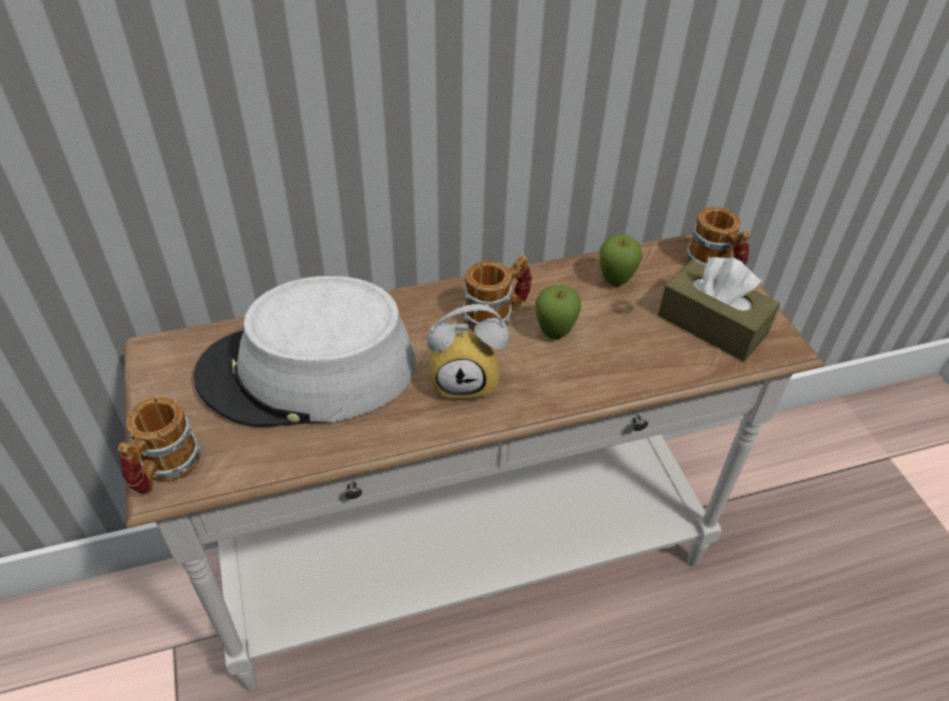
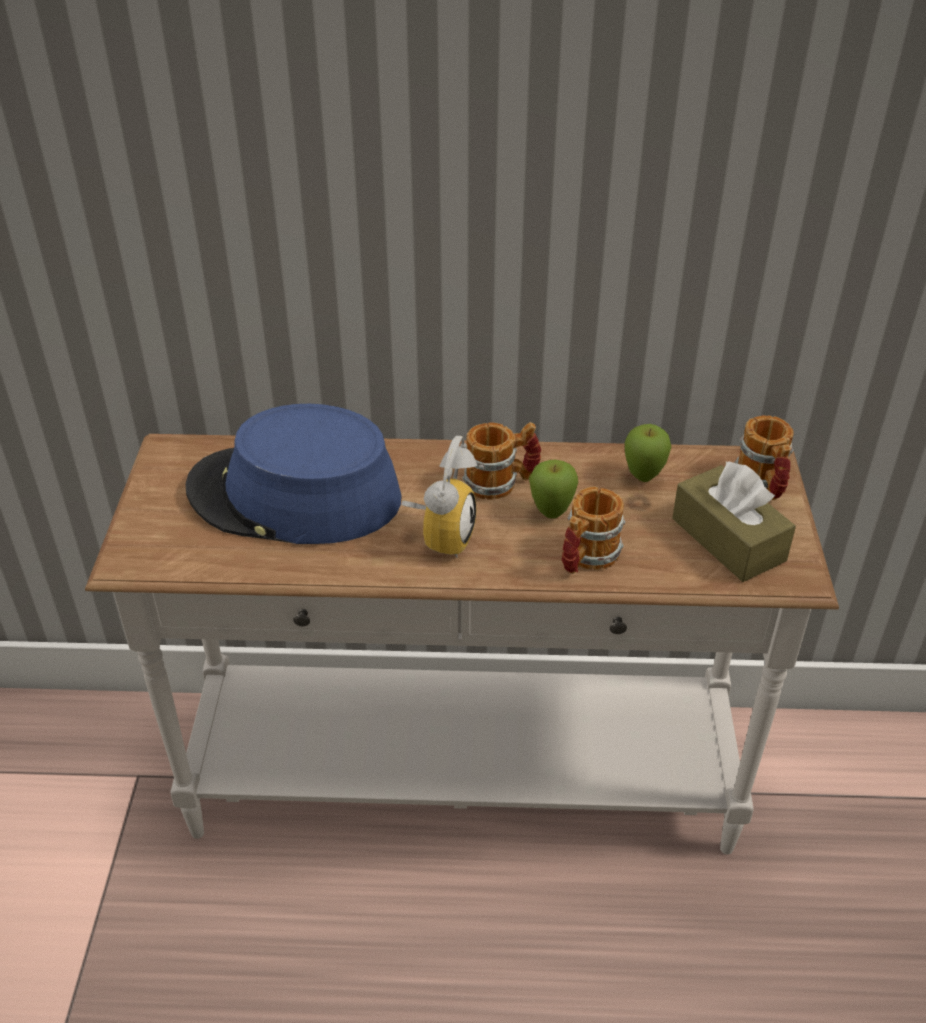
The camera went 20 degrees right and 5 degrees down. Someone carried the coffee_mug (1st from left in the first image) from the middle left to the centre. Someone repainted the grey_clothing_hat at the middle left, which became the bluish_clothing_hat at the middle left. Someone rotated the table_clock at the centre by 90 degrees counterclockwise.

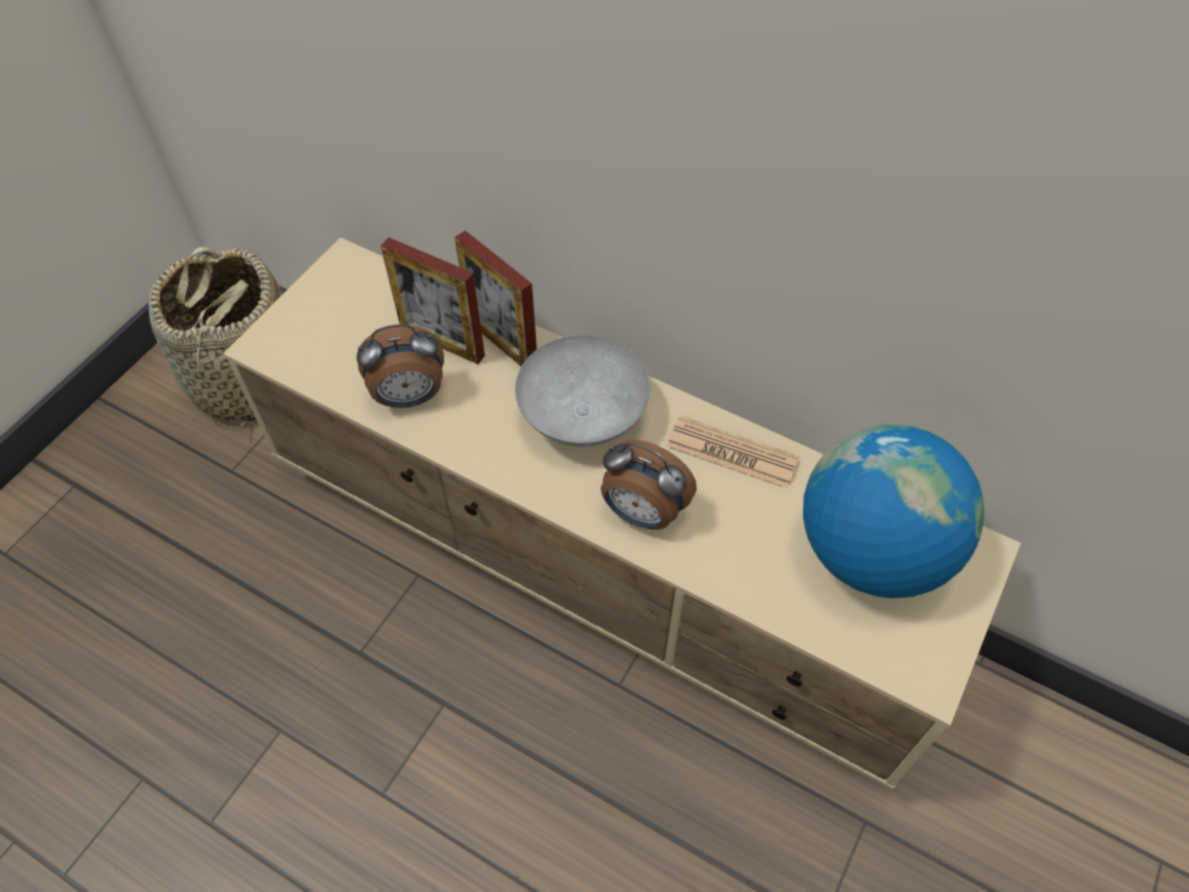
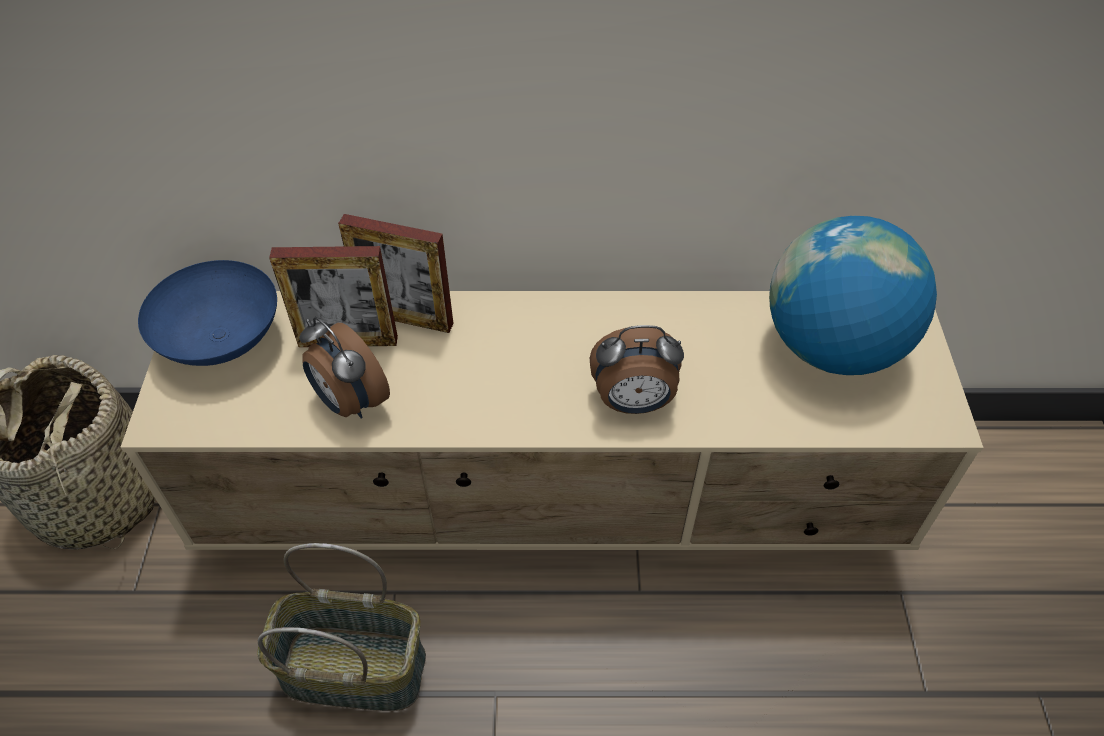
The camera went 30 degrees left and 5 degrees down. Someone took away the grey_deep_dish at the centre. Someone took away the printed_paper at the centre. Someone put down the bluish_deep_dish at the middle left. Someone put down the storage_basket (2nd from left) at the bottom left. Someone rotated the table_clock (1st from left) at the centre by 90 degrees clockwise.

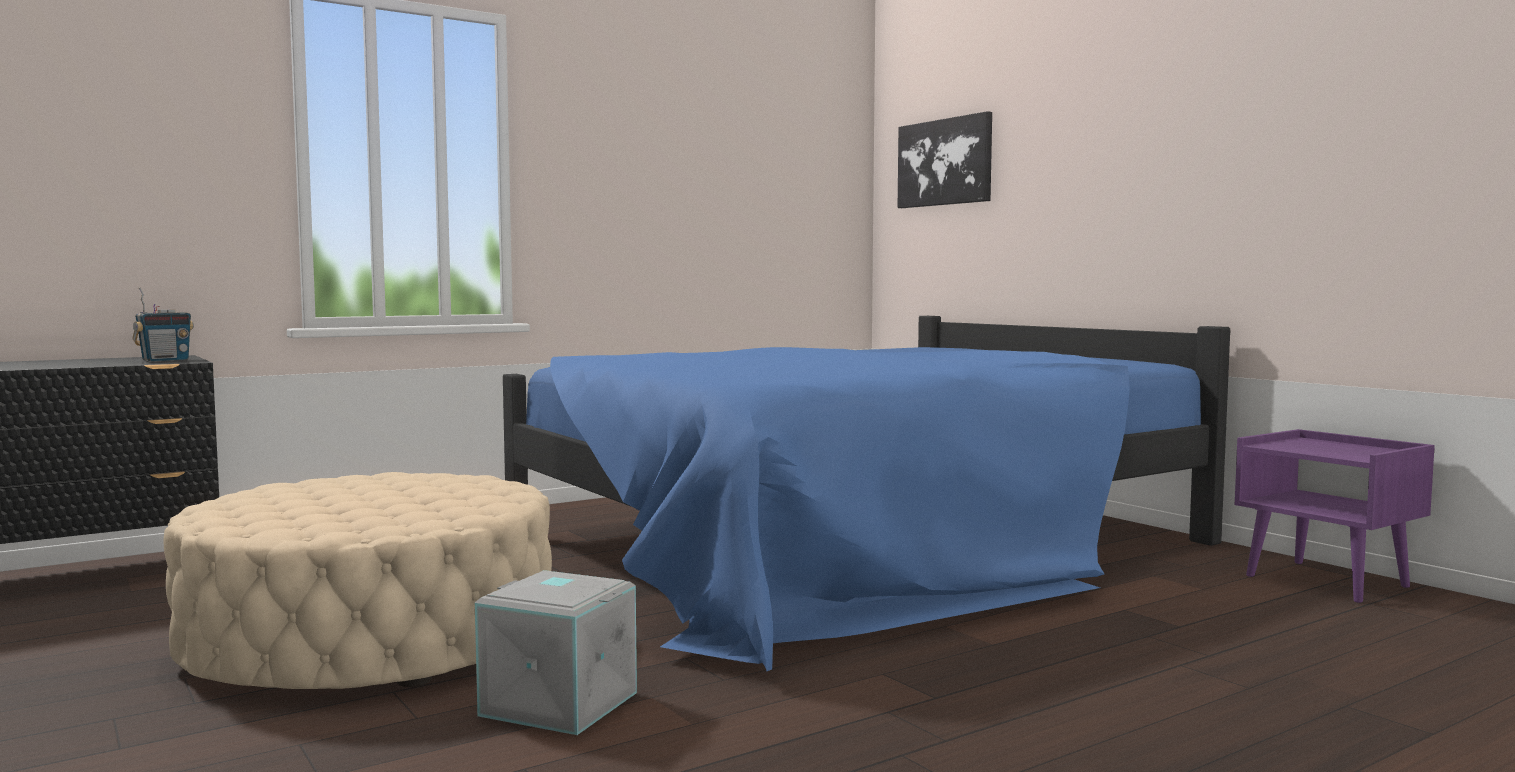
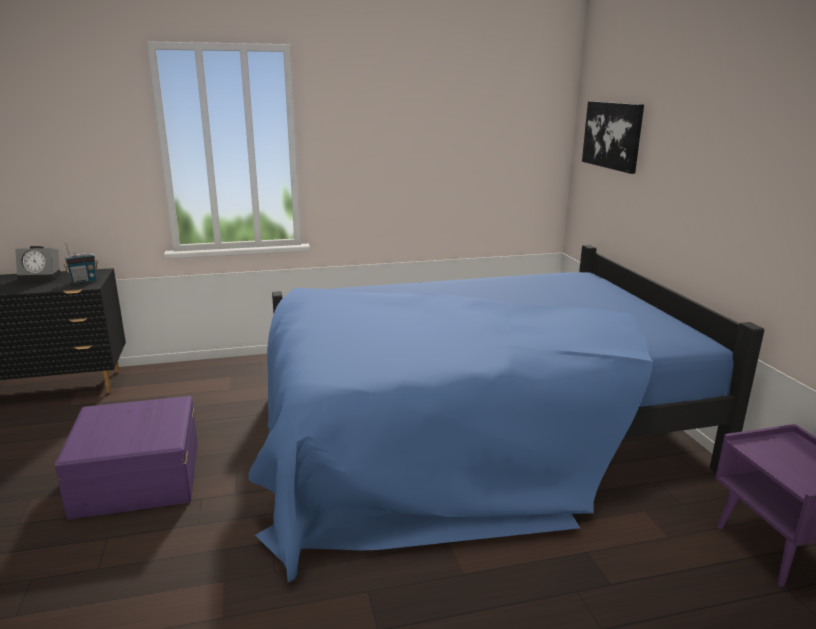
The camera went 20 degrees right and 15 degrees up. Someone took away the grey_storage_box at the bottom centre. Someone put down the table_clock at the middle left. Someone swapped the beige-coloured_ottoman at the bottom left for the purple_storage_box at the bottom left.

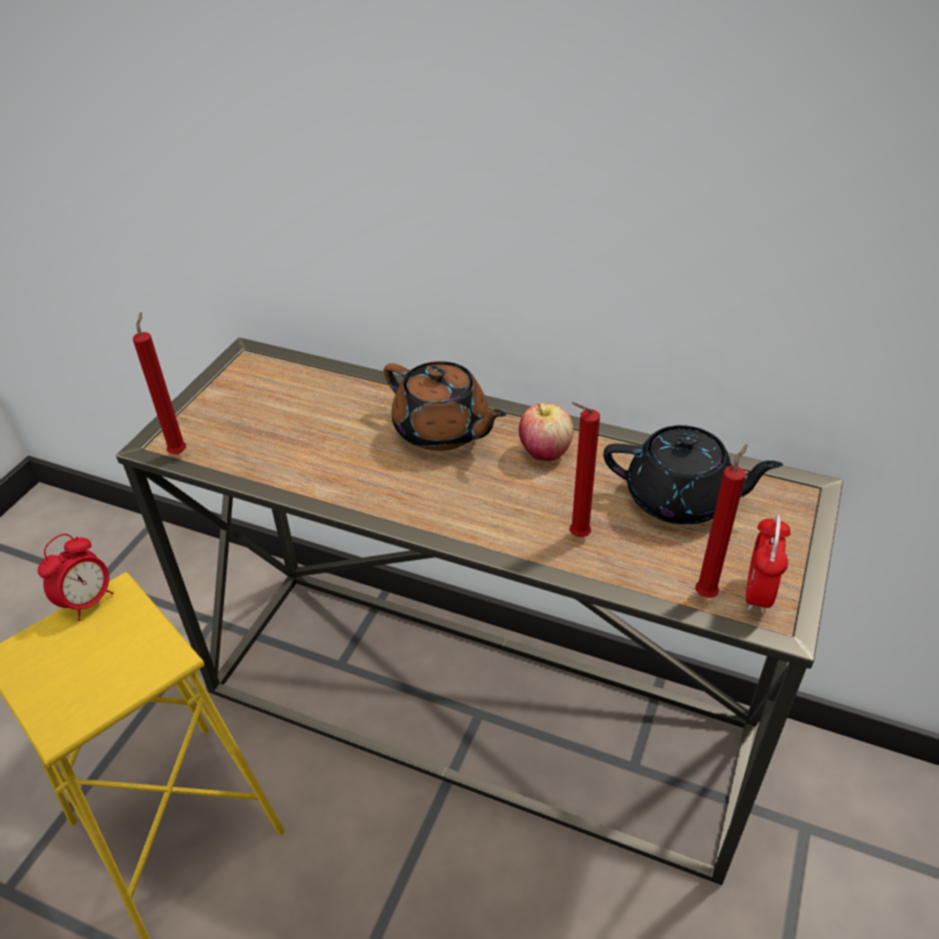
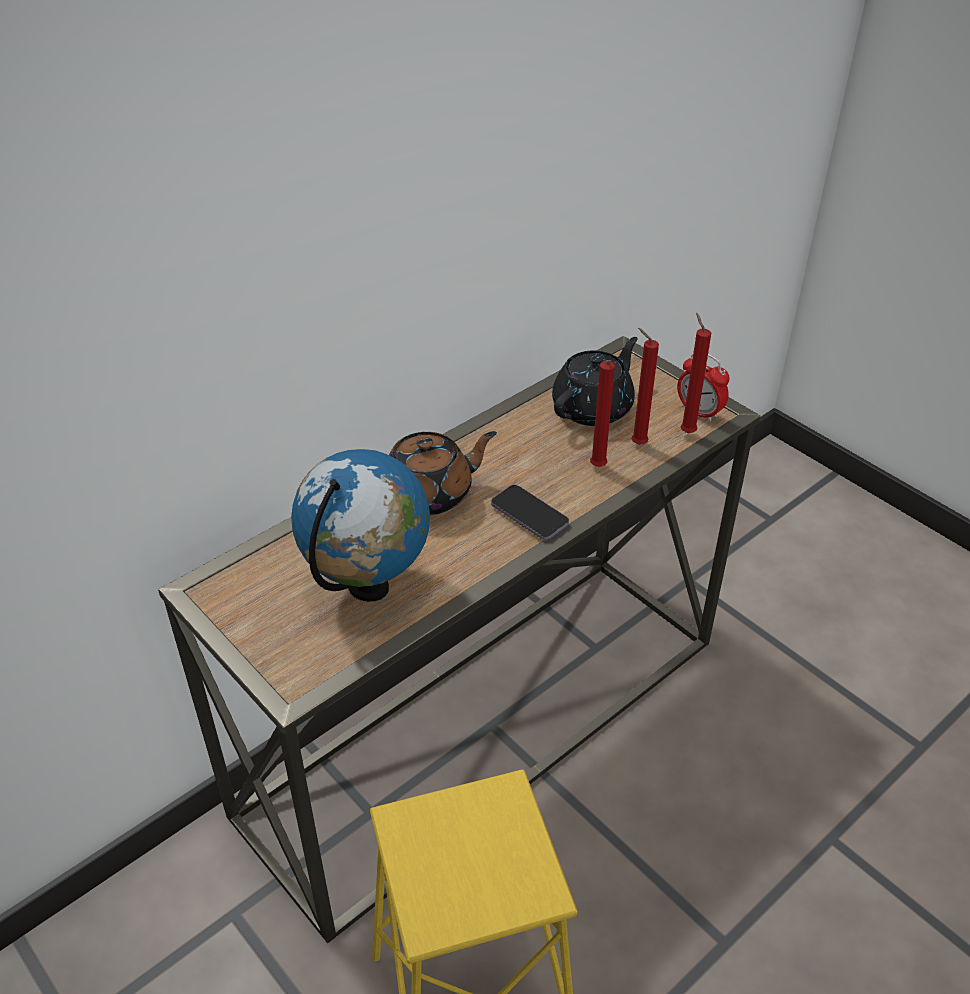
The camera went 65 degrees left and 0 degrees up. Someone took away the table_clock (1st from left) at the middle left. Someone took away the apple_fruit at the centre. Someone put down the globe at the centre. Someone put down the handset at the centre. Someone carried the red-coloured_wax_light (1st from left in the first image) from the middle left to the centre.

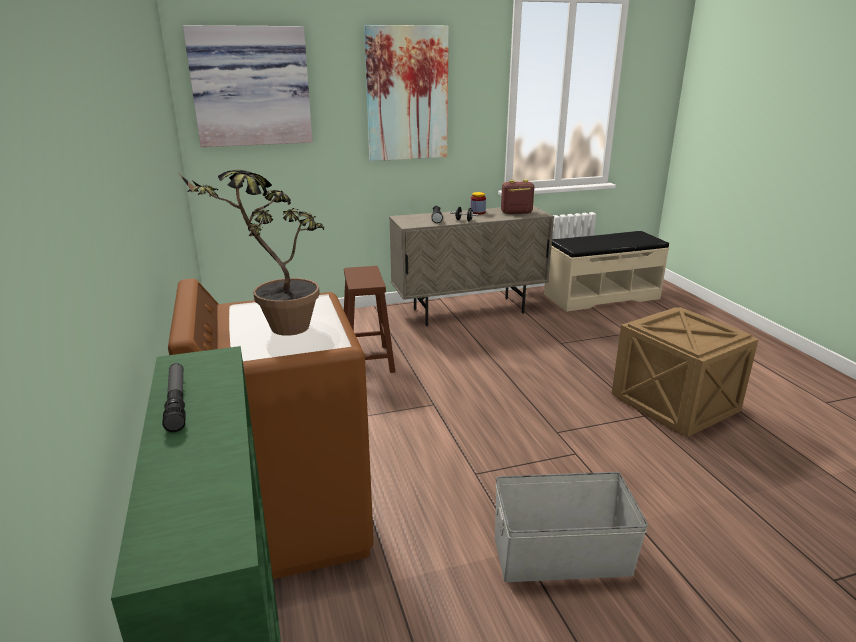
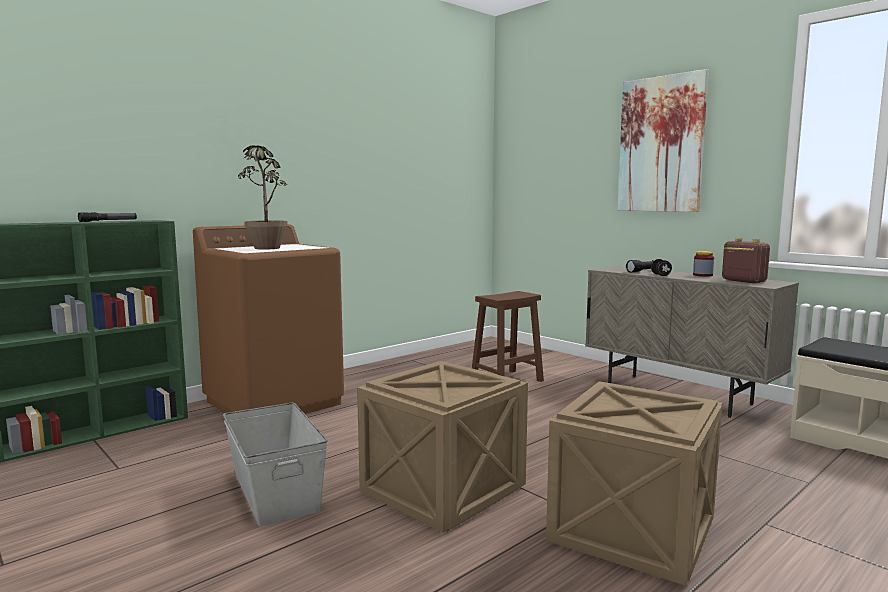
The camera went 65 degrees right and 15 degrees down. Someone took away the picture (1st from left) at the top left. Someone put down the packing_crate (1st from left) at the bottom centre.

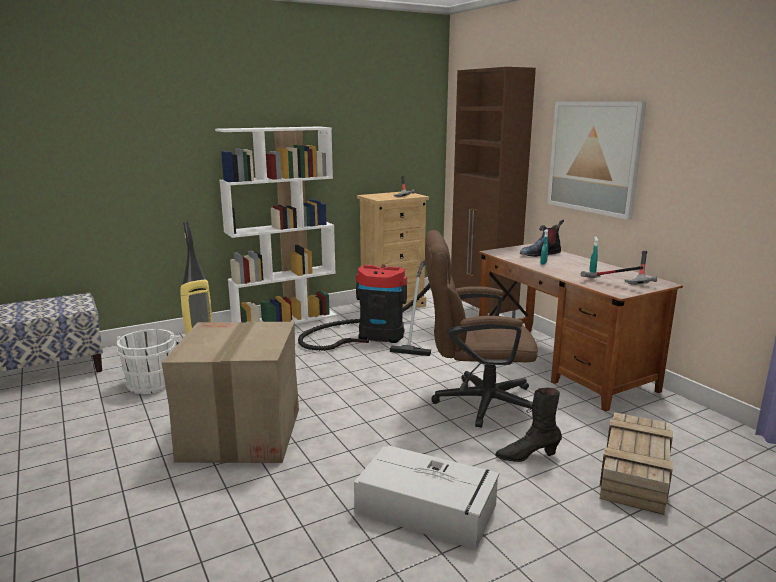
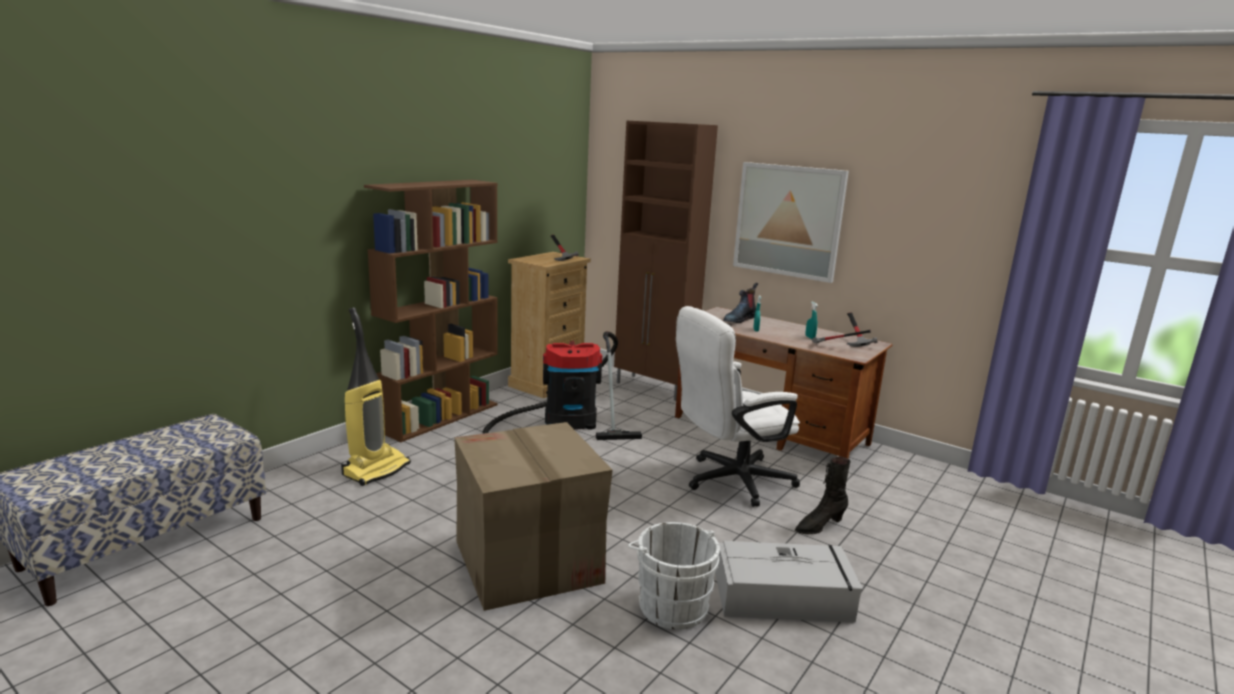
The camera went 25 degrees left and 0 degrees up. Someone took away the packing_crate at the bottom right. Someone carried the whitish_pail from the middle left to the bottom centre. Someone repainted the whitish_shelving_unit at the centre, which became the brown-coloured_shelving_unit at the centre. Someone repainted the brown-coloured_desk_chair at the centre, which became the whitish_desk_chair at the centre.

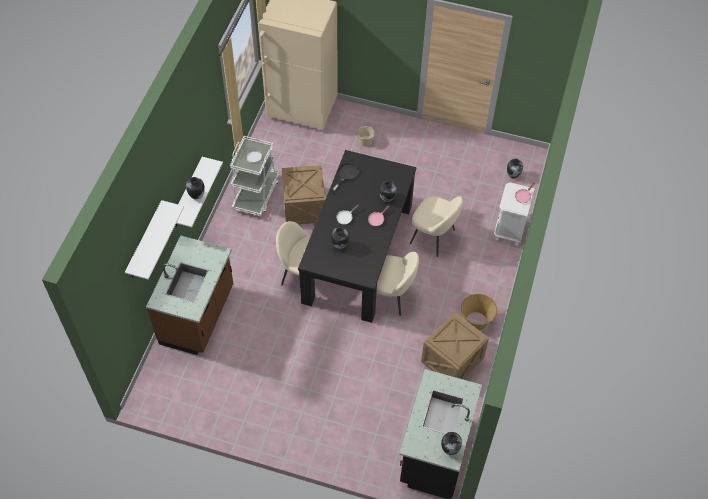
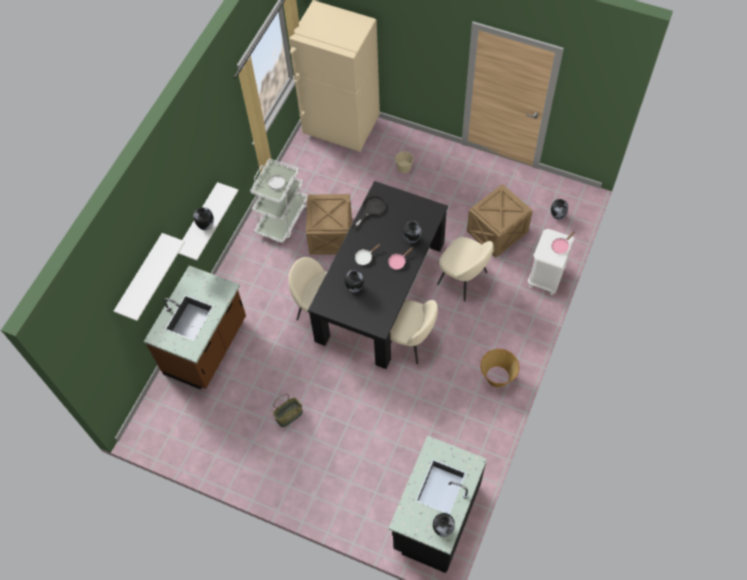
The camera went 10 degrees right and 5 degrees up. Someone put down the storage_basket (1st from left) at the bottom centre. Someone carried the packing_crate (2nd from left) from the bottom centre to the middle right.

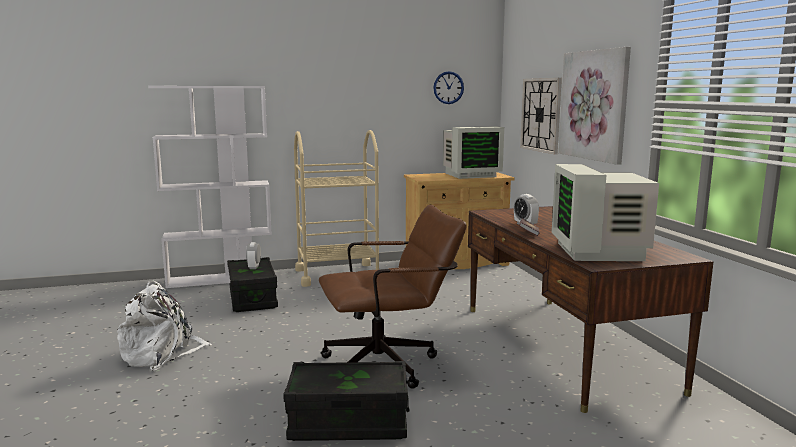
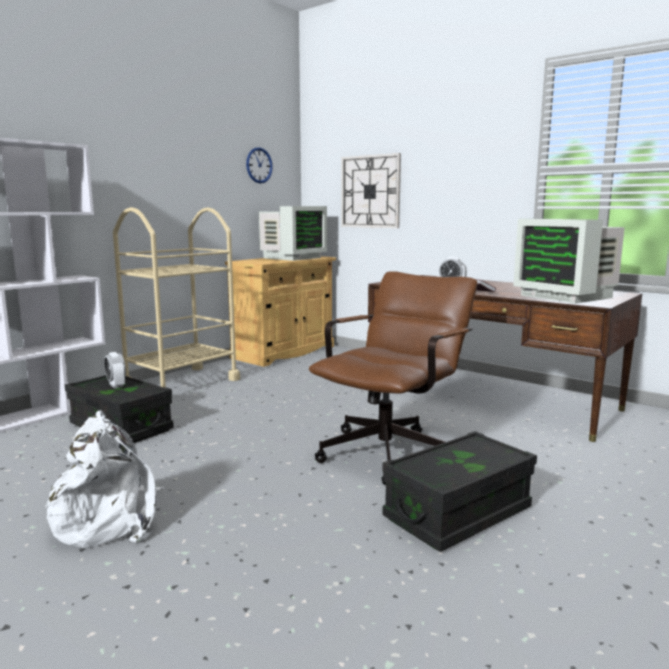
The camera went 35 degrees left and 0 degrees up. Someone took away the picture at the top right.

